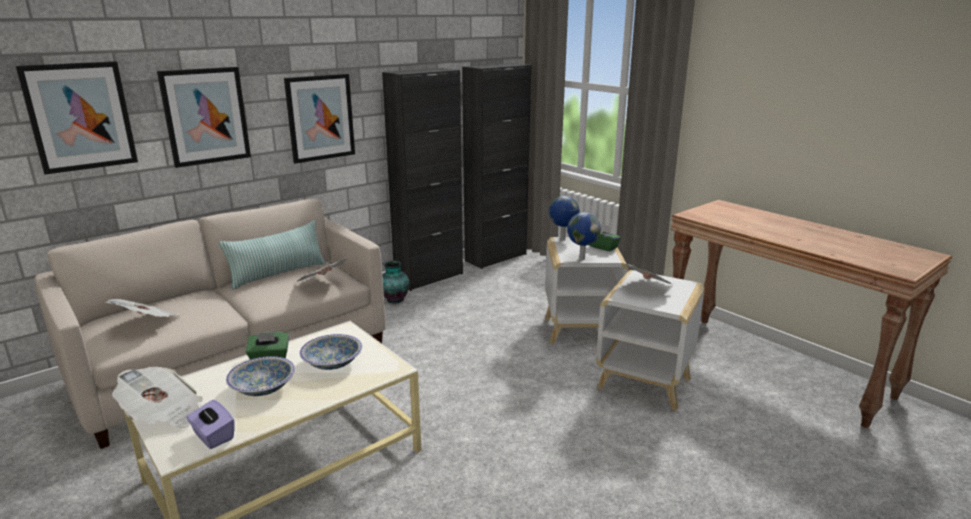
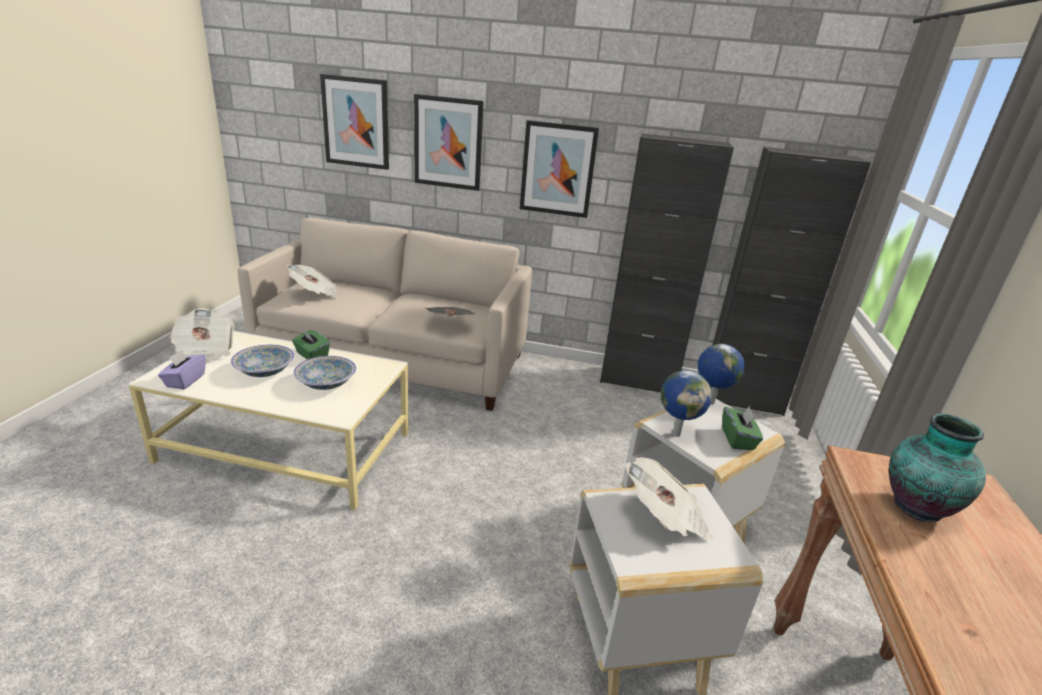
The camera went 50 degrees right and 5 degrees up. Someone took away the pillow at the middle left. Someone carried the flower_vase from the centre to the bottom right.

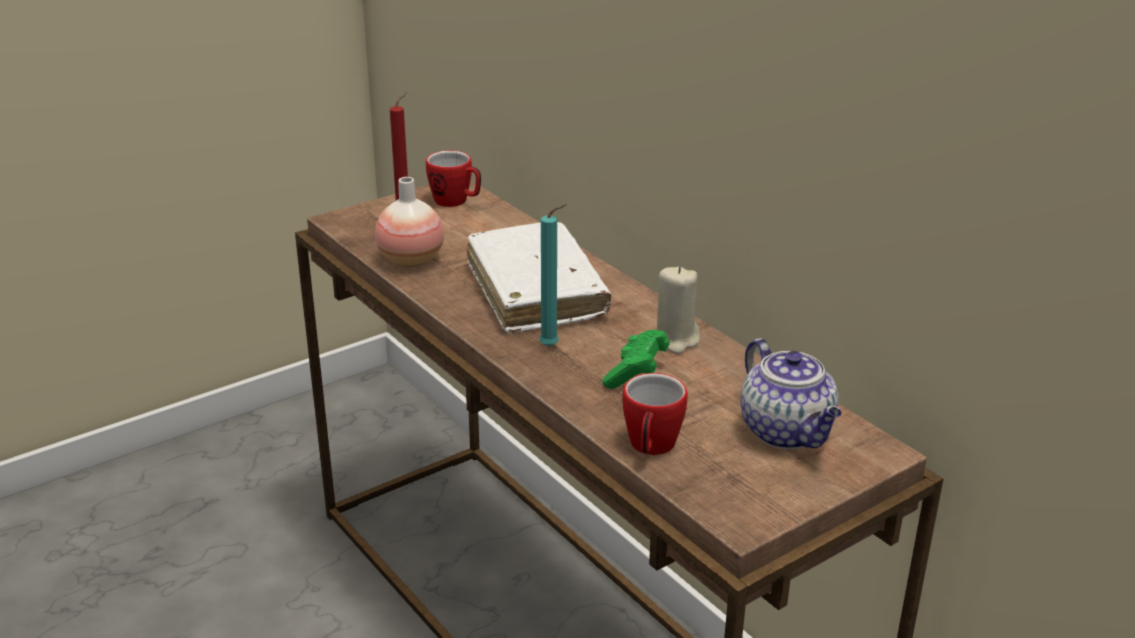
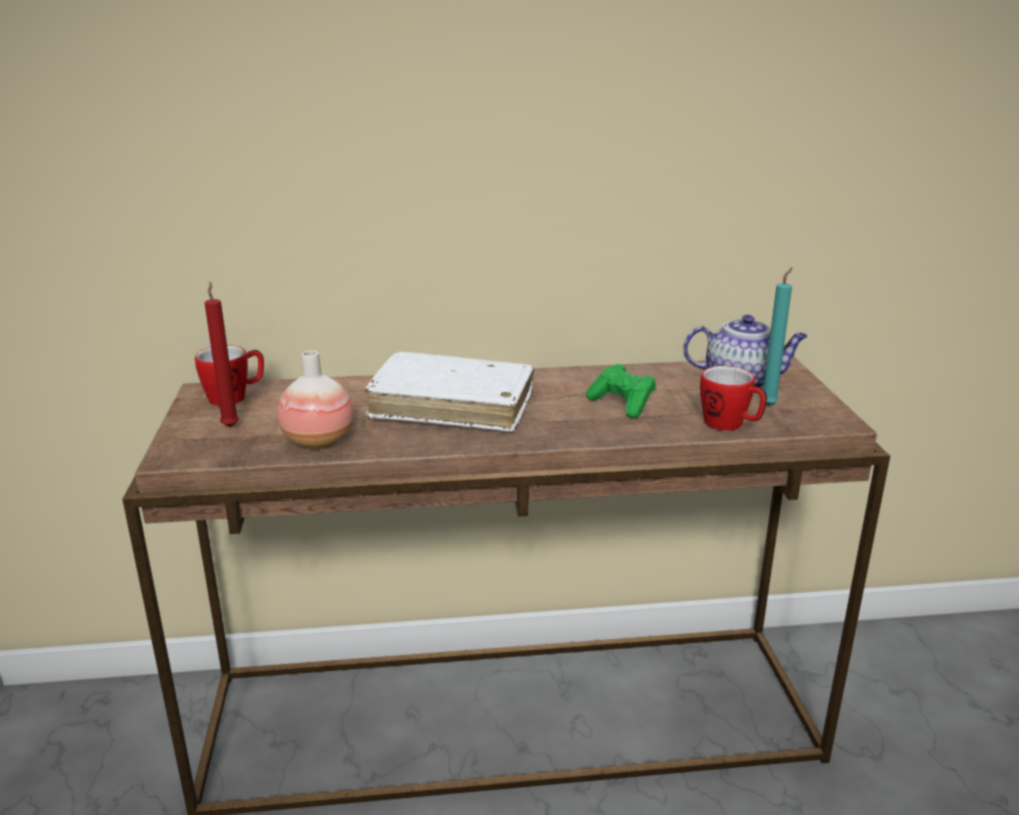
The camera went 60 degrees left and 5 degrees down. Someone took away the beige-coloured_wax_light at the centre. Someone carried the blue-green_wax_light from the centre to the middle right.

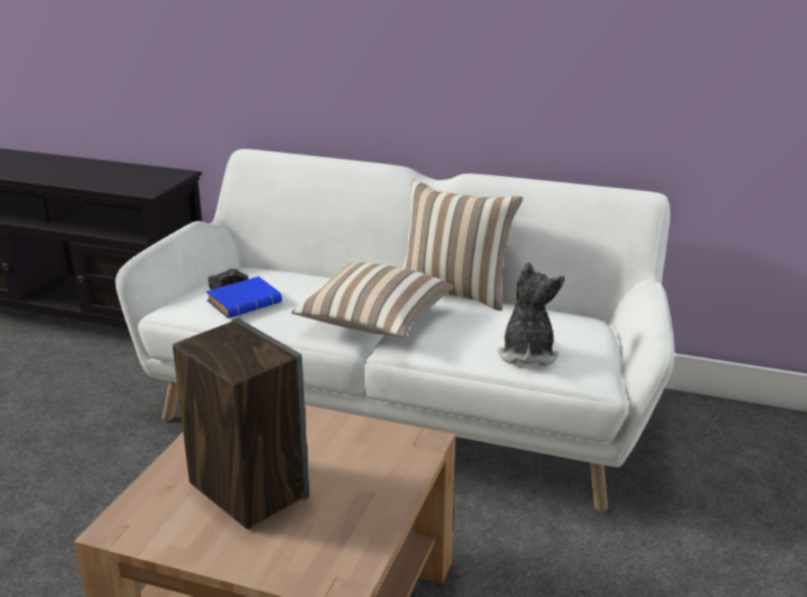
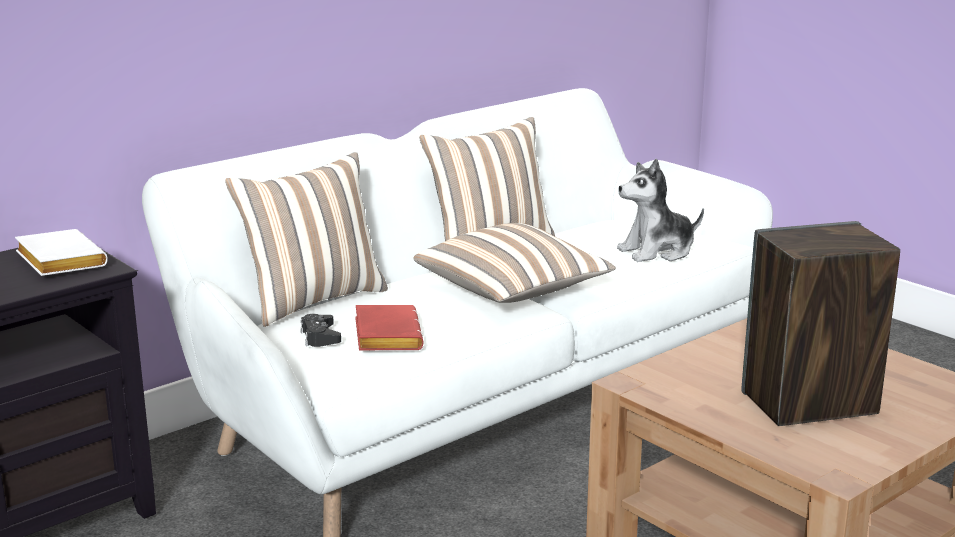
The camera went 60 degrees left and 5 degrees down. Someone put down the whitish_book at the middle left. Someone put down the pillow (1st from left) at the middle left. Someone repainted the bluish_book at the middle left, which became the red-coloured_book at the centre. Someone rotated the cuddly_toy at the centre by 60 degrees counterclockwise.

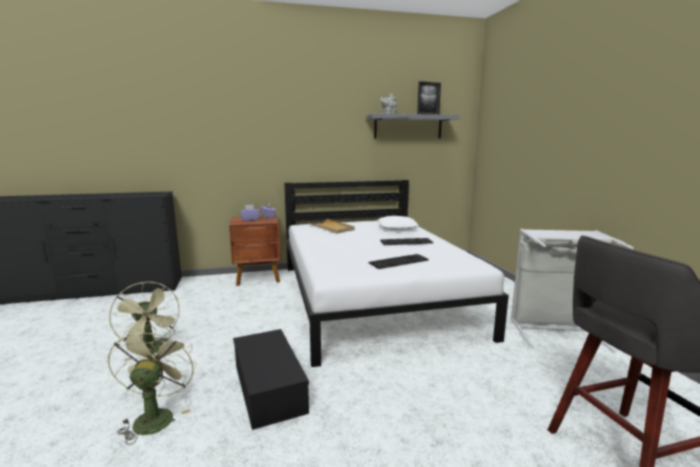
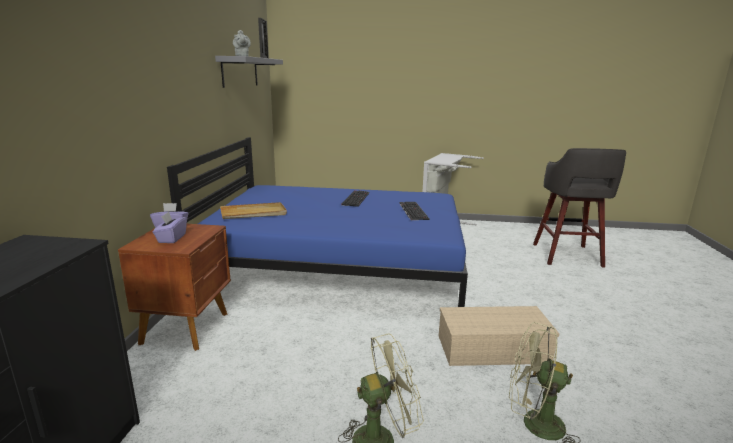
The camera went 70 degrees left and 5 degrees up. Someone took away the whitish_pillow at the centre. Someone repainted the black-coloured_storage_box at the bottom centre, which became the beige-coloured_storage_box at the bottom right. Someone repainted the whitish_bed at the centre, which became the bluish_bed at the centre.

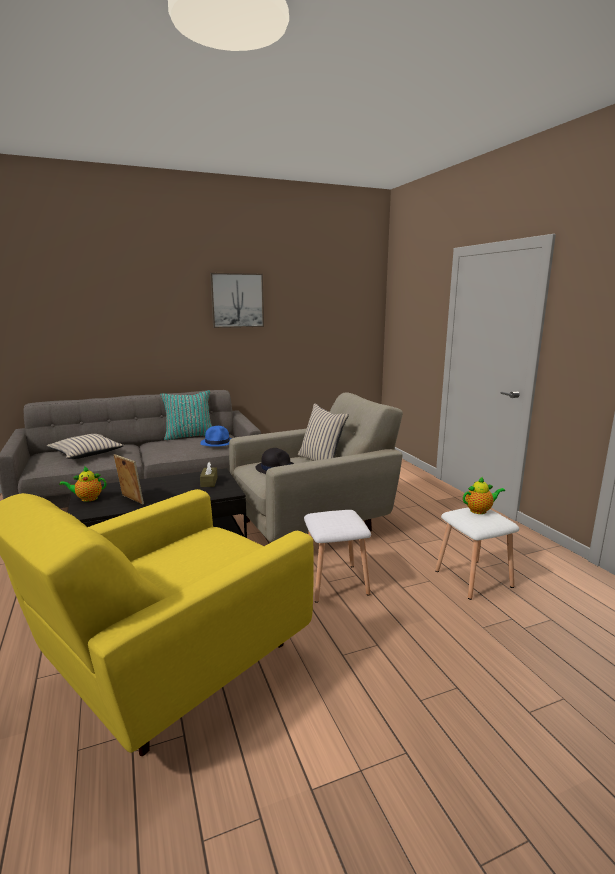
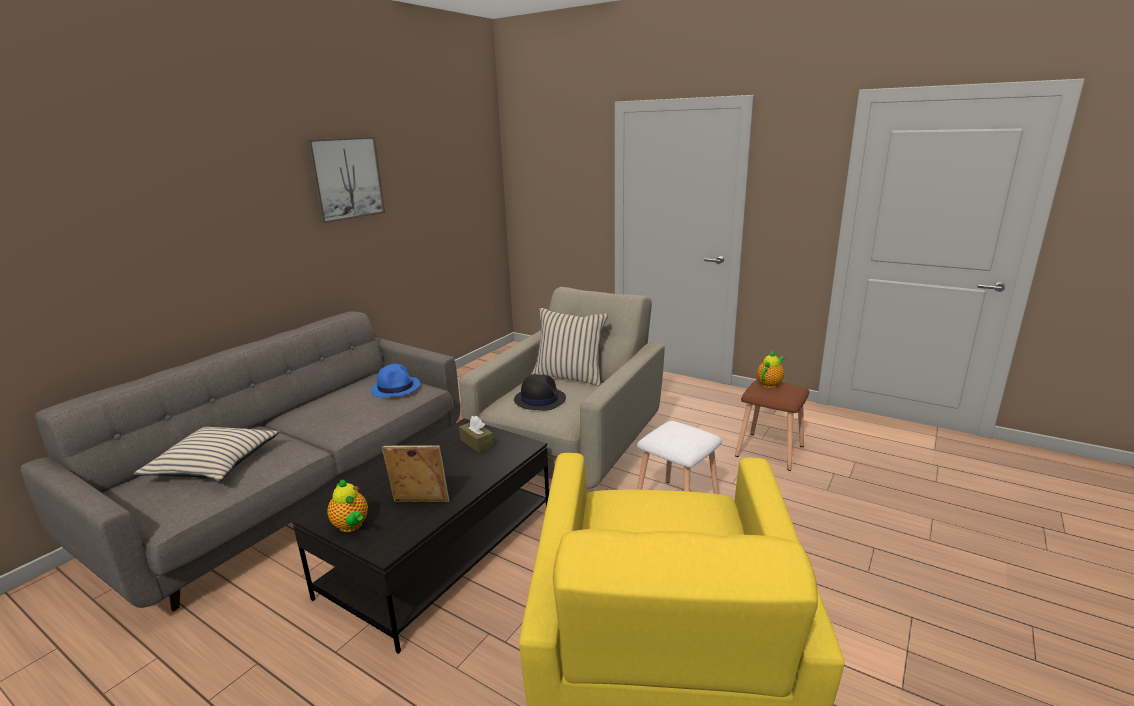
The camera went 35 degrees left and 5 degrees up. Someone took away the blue-green_pillow at the middle left. Someone repainted the whitish_sitting_stool (2nd from left) at the middle right, which became the brown-coloured_sitting_stool at the middle right. Someone rotated the pot_for_tea (1st from left) at the middle left by 75 degrees counterclockwise.

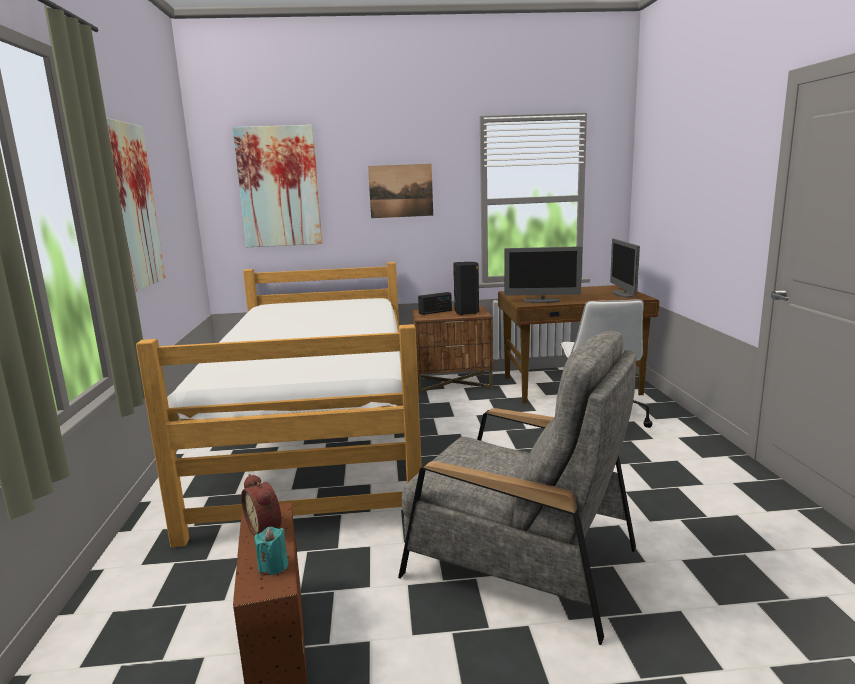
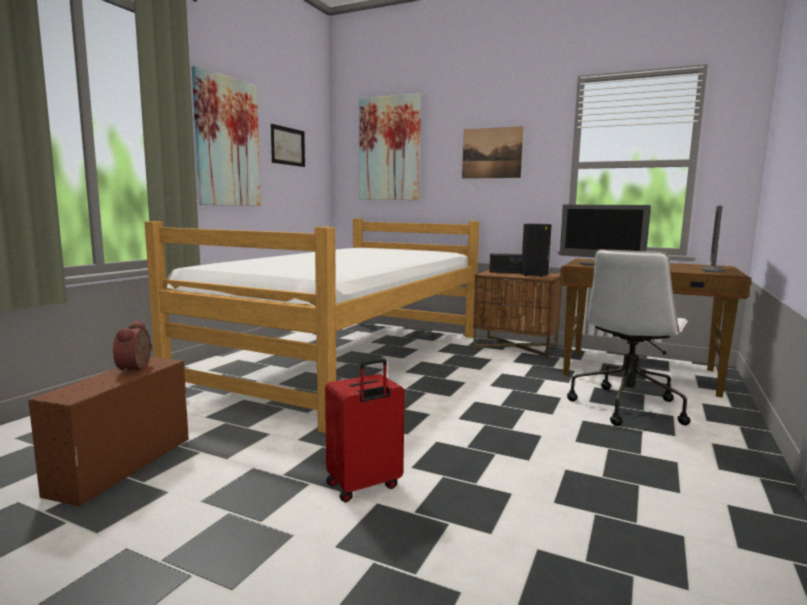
The camera went 30 degrees right and 5 degrees down. Someone took away the blue-green_wax_light at the bottom left. Someone put up the picture (2nd from left) at the top centre. Someone swapped the grey_lounge_chair at the bottom centre for the red-coloured_piece_of_luggage at the bottom centre.

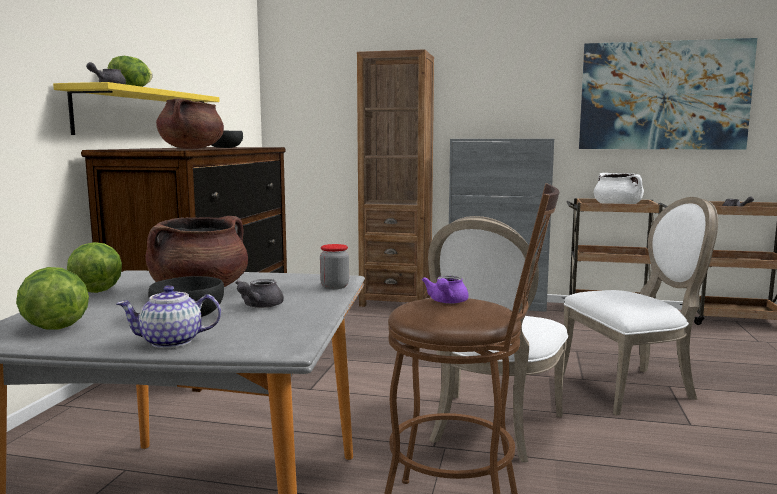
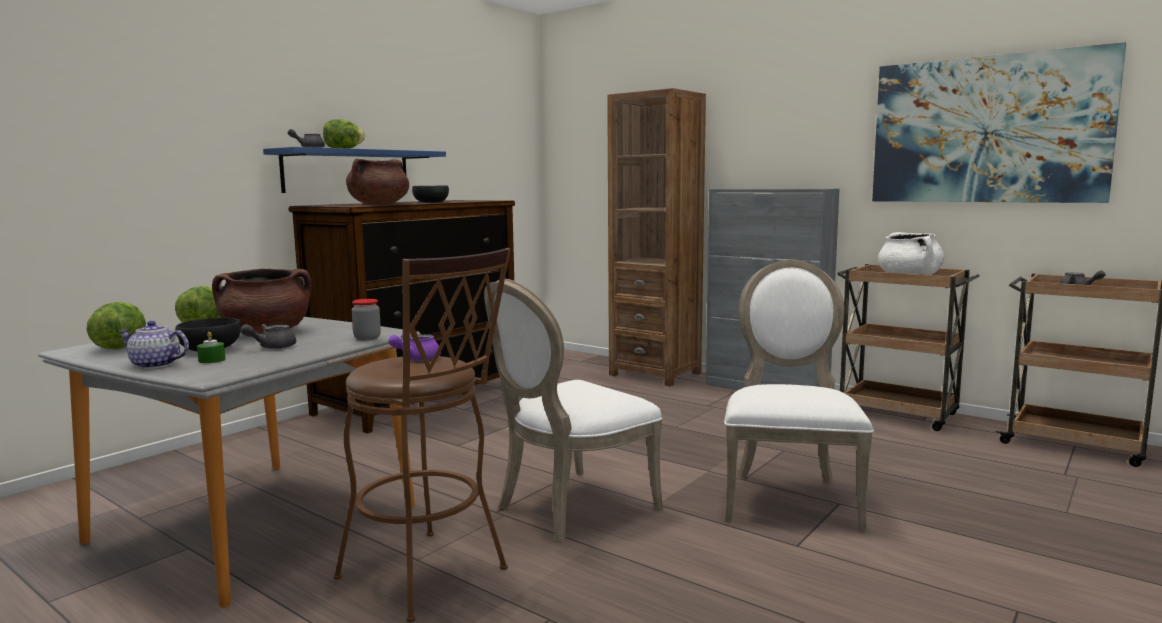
The camera went 25 degrees right and 0 degrees up. Someone put down the green-coloured_wax_light at the middle left. Someone repainted the yellow-coloured_shelf at the top left, which became the bluish_shelf at the top left. Someone rotated the whitish_upright_chair (2nd from left) at the middle right by 90 degrees counterclockwise.

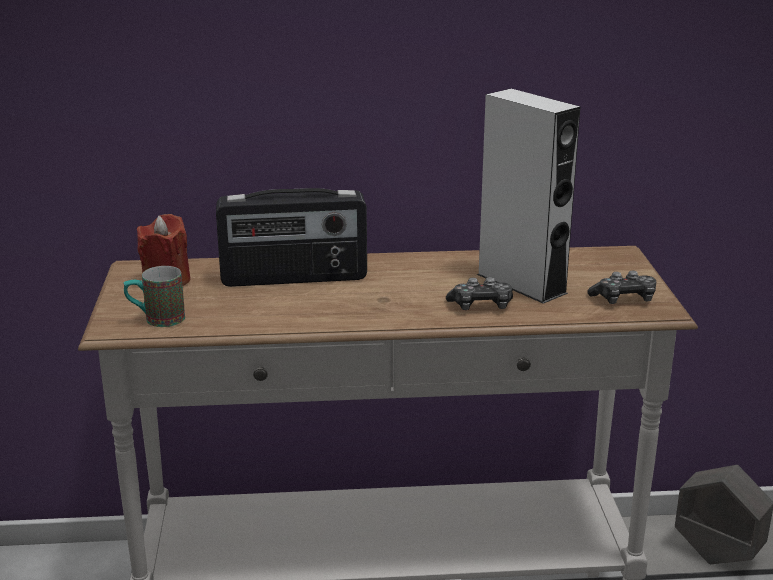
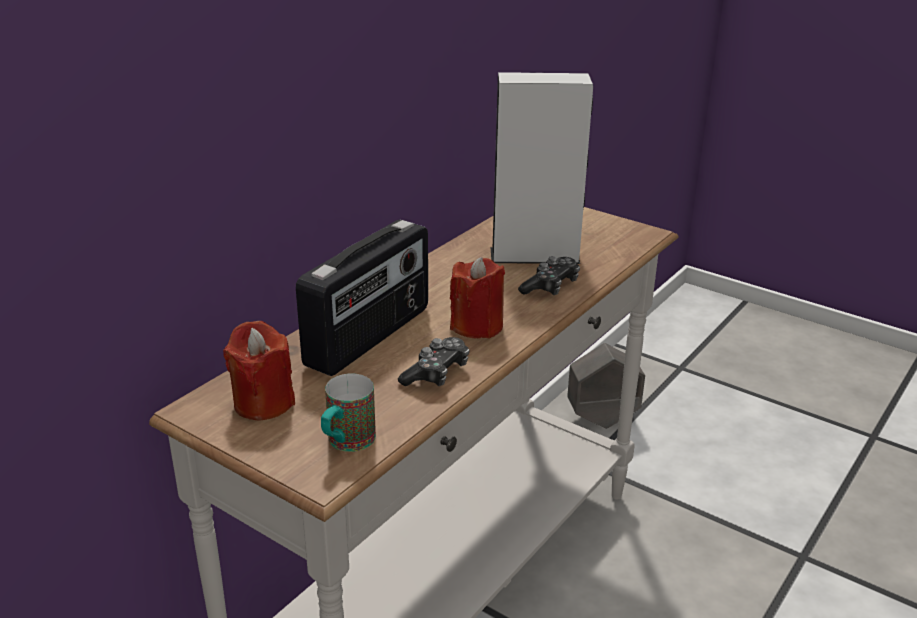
The camera went 50 degrees left and 5 degrees up. Someone put down the red-coloured_wax_light (2nd from left) at the centre. Someone carried the gamepad (2nd from left in the first image) from the middle right to the centre.

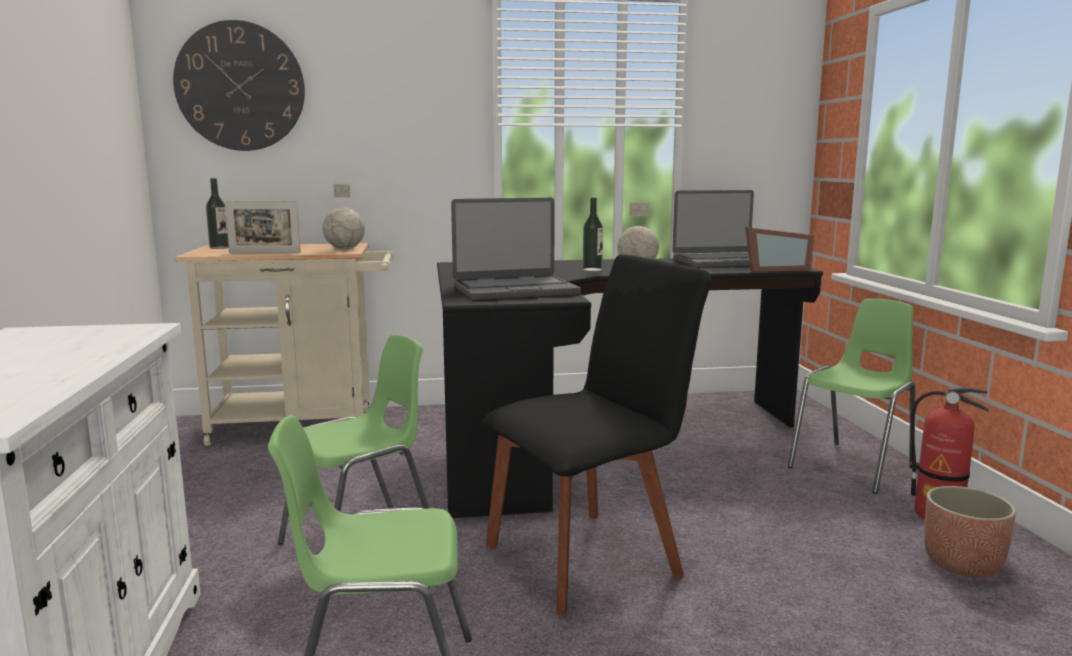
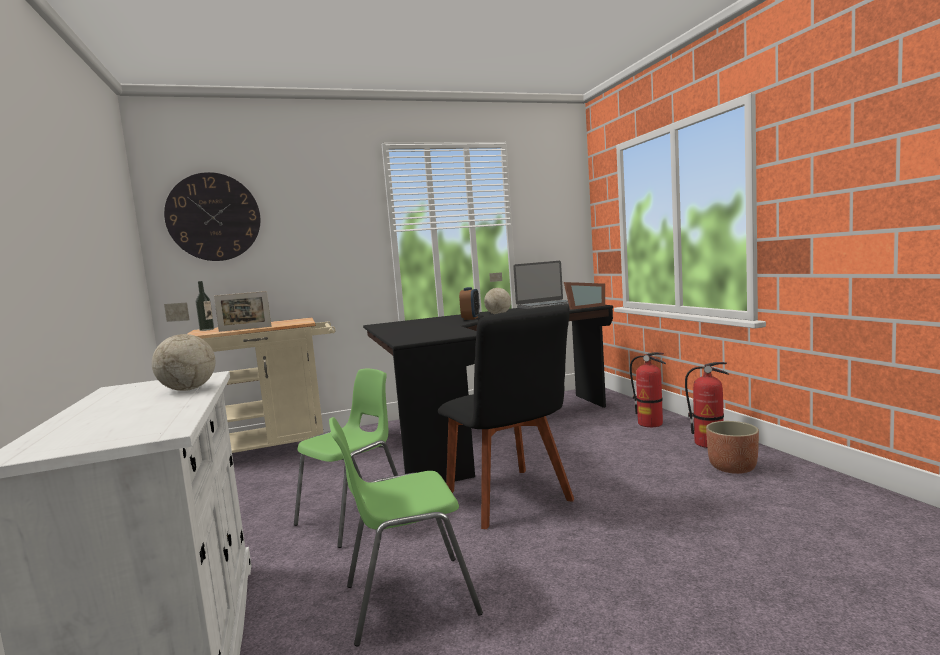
The camera went 10 degrees left and 5 degrees down. Someone took away the notebook_computer (1st from left) at the centre. Someone carried the globe (1st from left) from the top left to the middle left. Someone swapped the beverage_bottle (2nd from left) at the centre for the table_clock at the centre. Someone swapped the green-coloured_upright_chair (3rd from left) at the middle right for the fire_extinguisher (1st from left) at the middle right. Someone rotated the black-coloured_upright_chair at the centre by 105 degrees clockwise.

